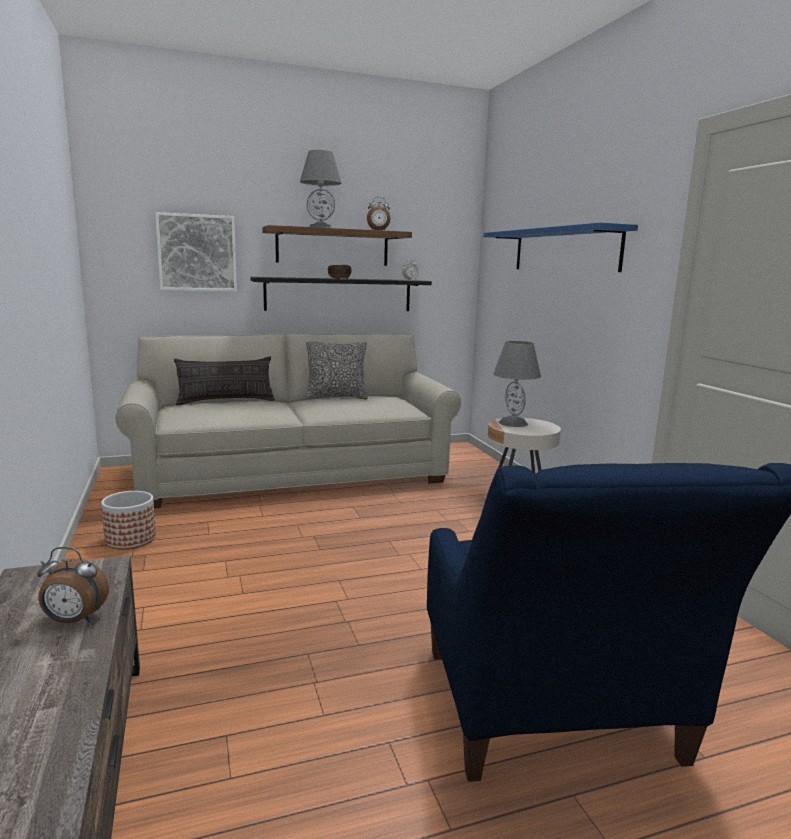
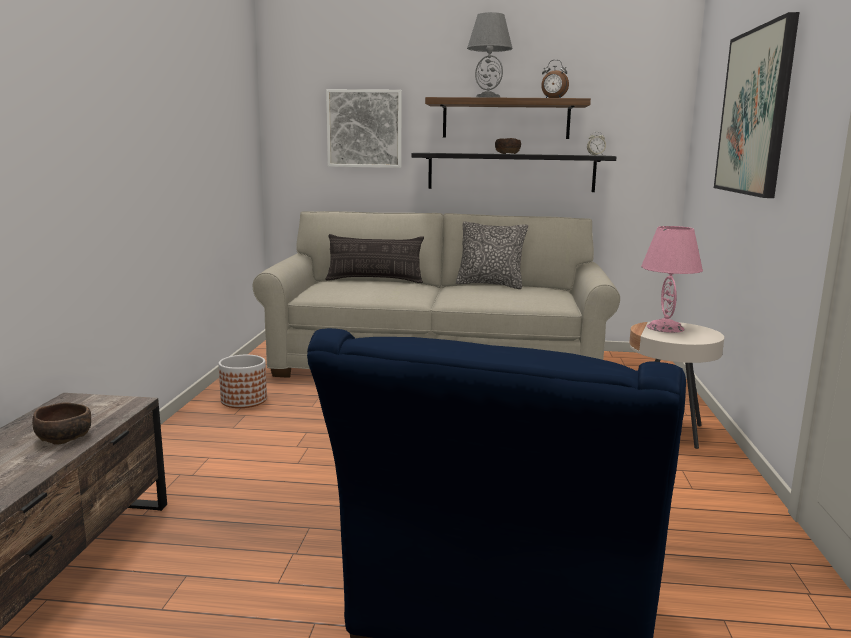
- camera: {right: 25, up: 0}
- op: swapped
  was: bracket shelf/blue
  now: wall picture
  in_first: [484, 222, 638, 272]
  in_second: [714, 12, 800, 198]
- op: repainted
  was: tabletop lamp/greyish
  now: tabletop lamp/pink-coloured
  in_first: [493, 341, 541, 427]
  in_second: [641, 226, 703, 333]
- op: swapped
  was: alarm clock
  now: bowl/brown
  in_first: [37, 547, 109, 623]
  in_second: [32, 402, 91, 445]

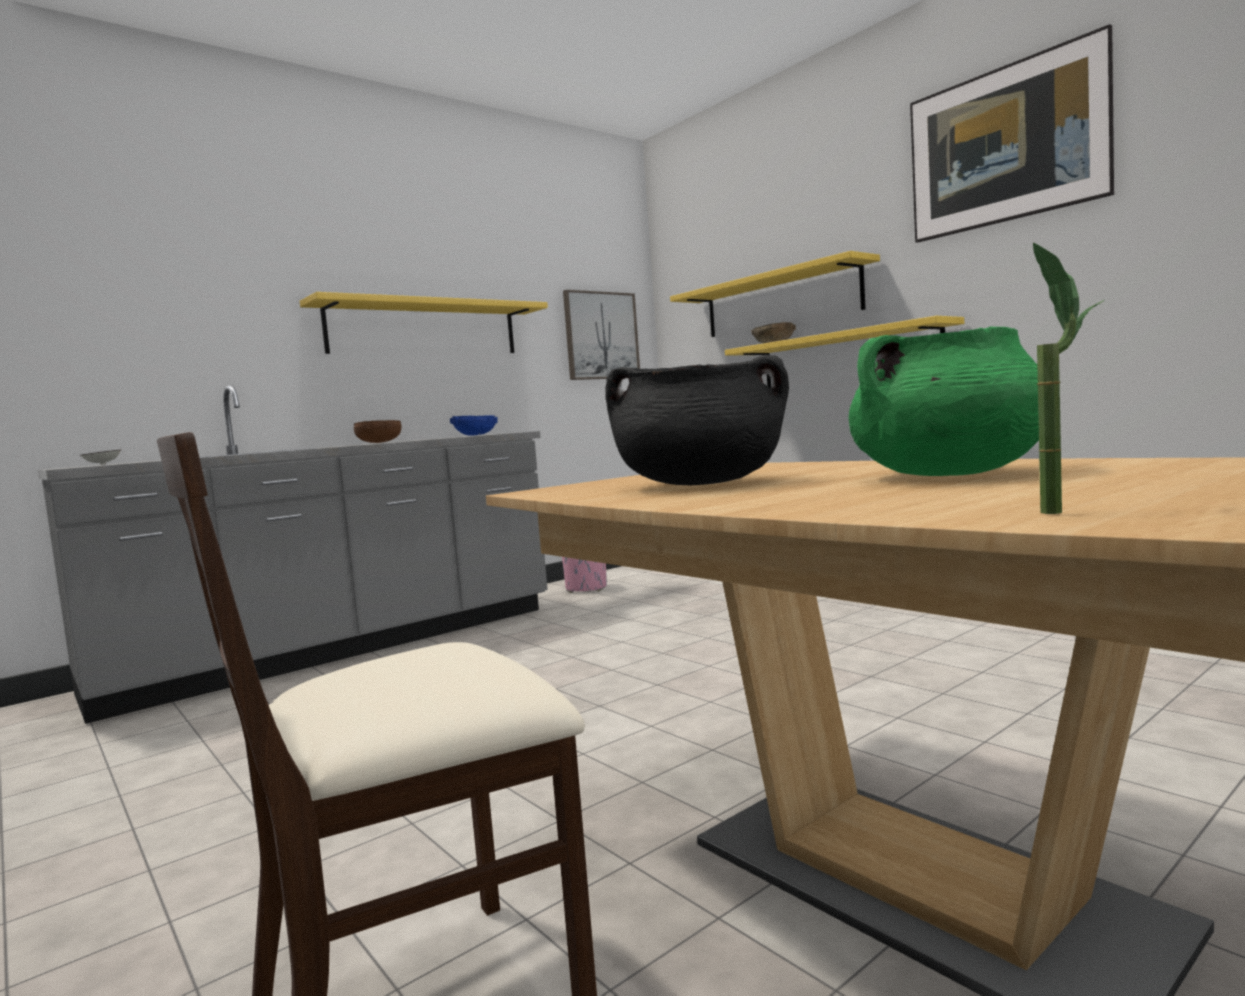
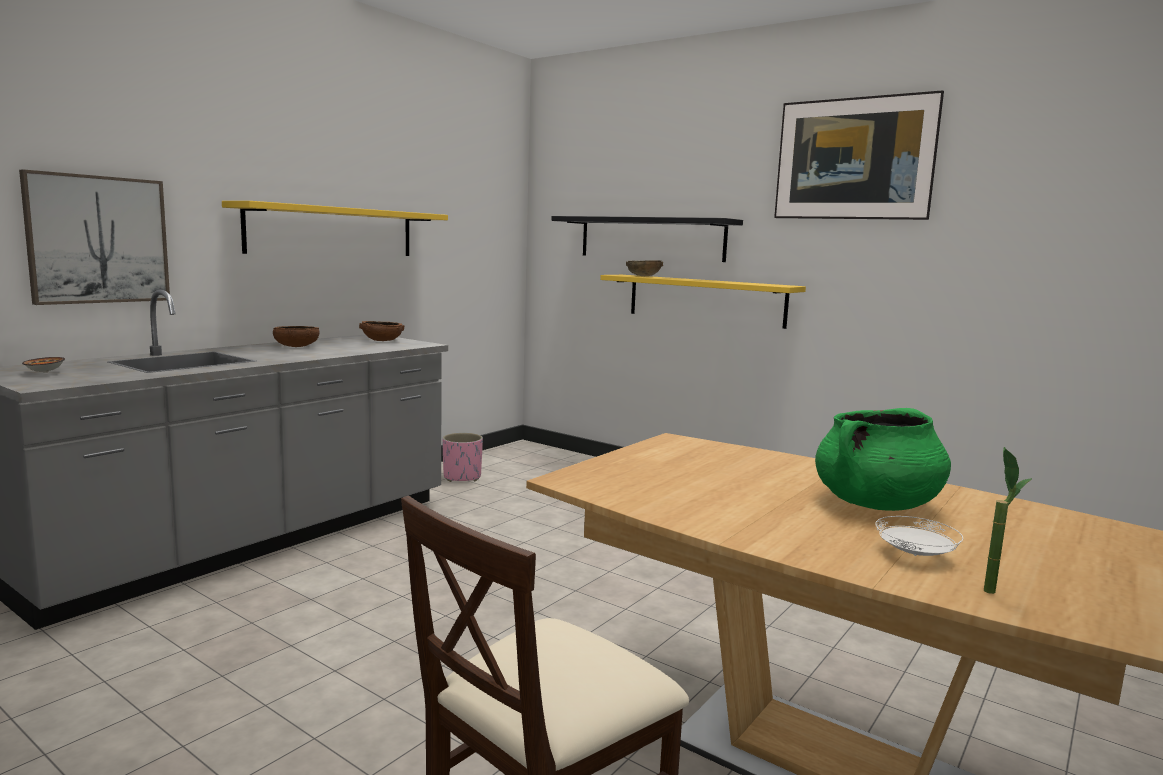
- camera: {right: -15, up: 5}
- op: repainted
  was: bracket shelf/yellowish
  now: bracket shelf/blackish
  in_first: [670, 251, 880, 337]
  in_second: [551, 216, 743, 262]
- op: shifted
  was: wall picture
  in_first: [563, 290, 640, 380]
  in_second: [19, 169, 170, 305]
- op: gone
  was: saucepot/blackish
  in_first: [605, 355, 789, 485]
- op: repainted
  was: bowl/blue
  now: bowl/brown
  in_first: [450, 415, 498, 435]
  in_second: [359, 321, 405, 341]
- op: new
  now: plate/white-coloured
  in_second: [875, 516, 963, 556]

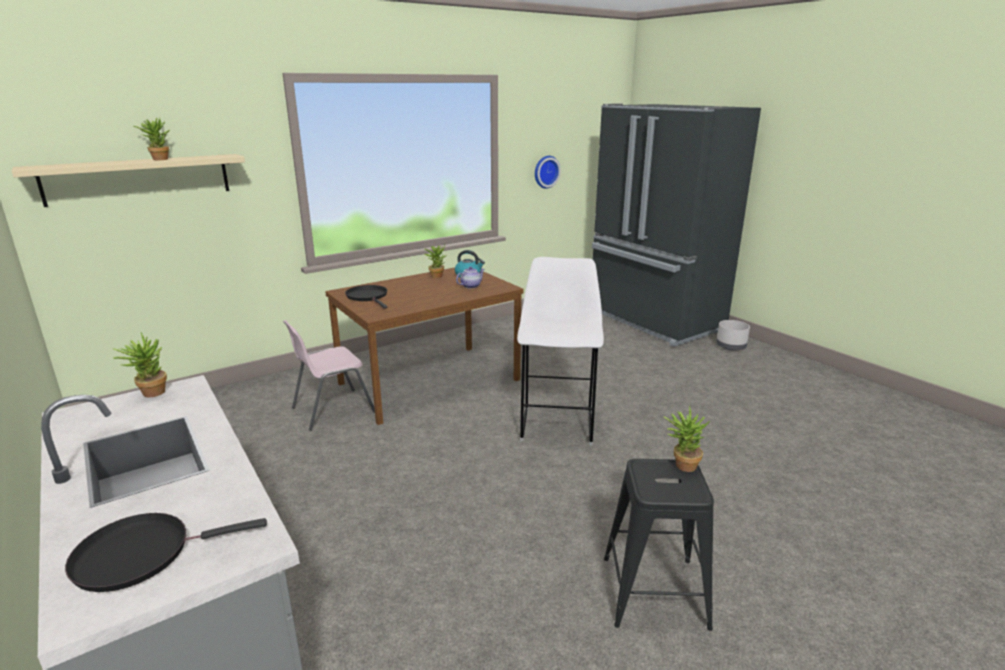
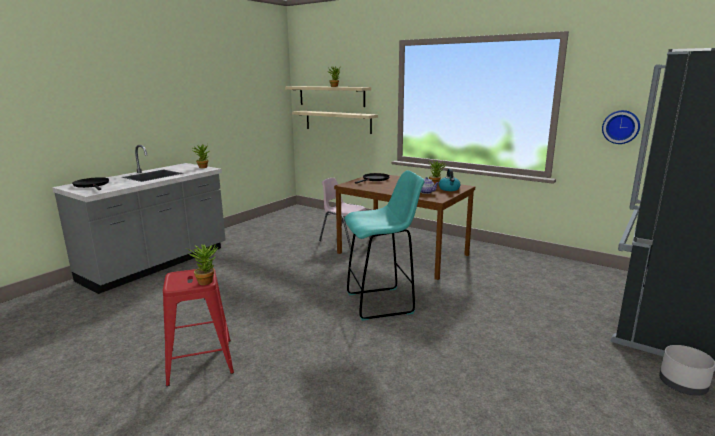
- camera: {right: 70, up: -5}
- op: repainted
  was: stool/white-coloured
  now: stool/blue-green
  in_first: [517, 257, 604, 445]
  in_second: [344, 170, 424, 321]
- op: repainted
  was: stool/blackish
  now: stool/reddish
  in_first: [604, 459, 714, 631]
  in_second: [163, 269, 234, 386]
- op: new
  now: bracket shelf/beige-coloured
  in_second: [292, 111, 378, 134]

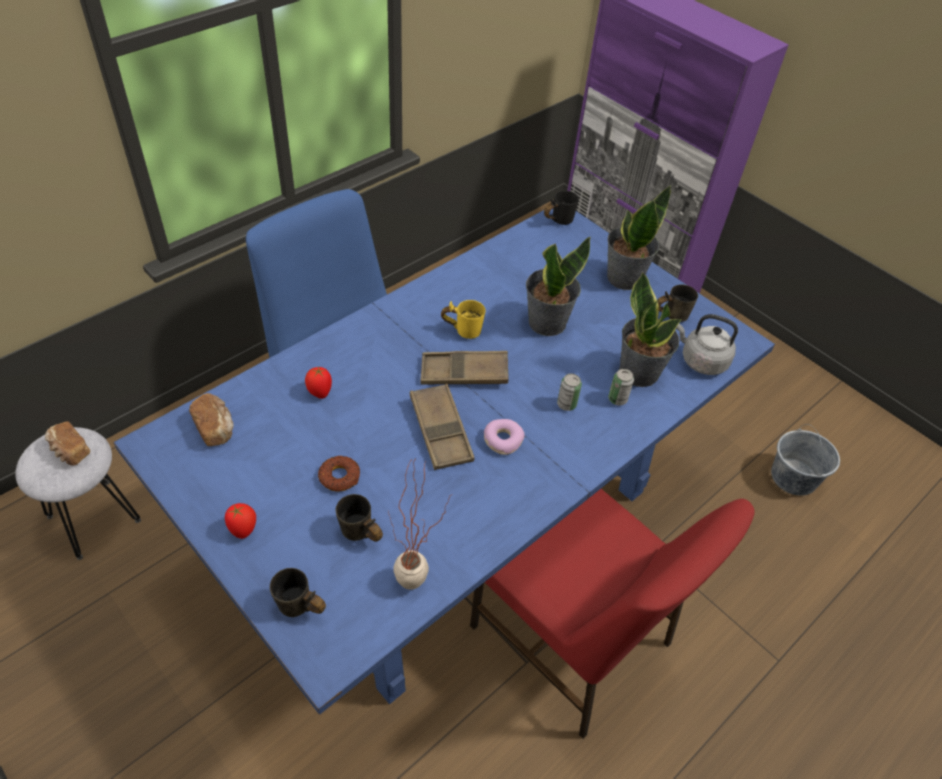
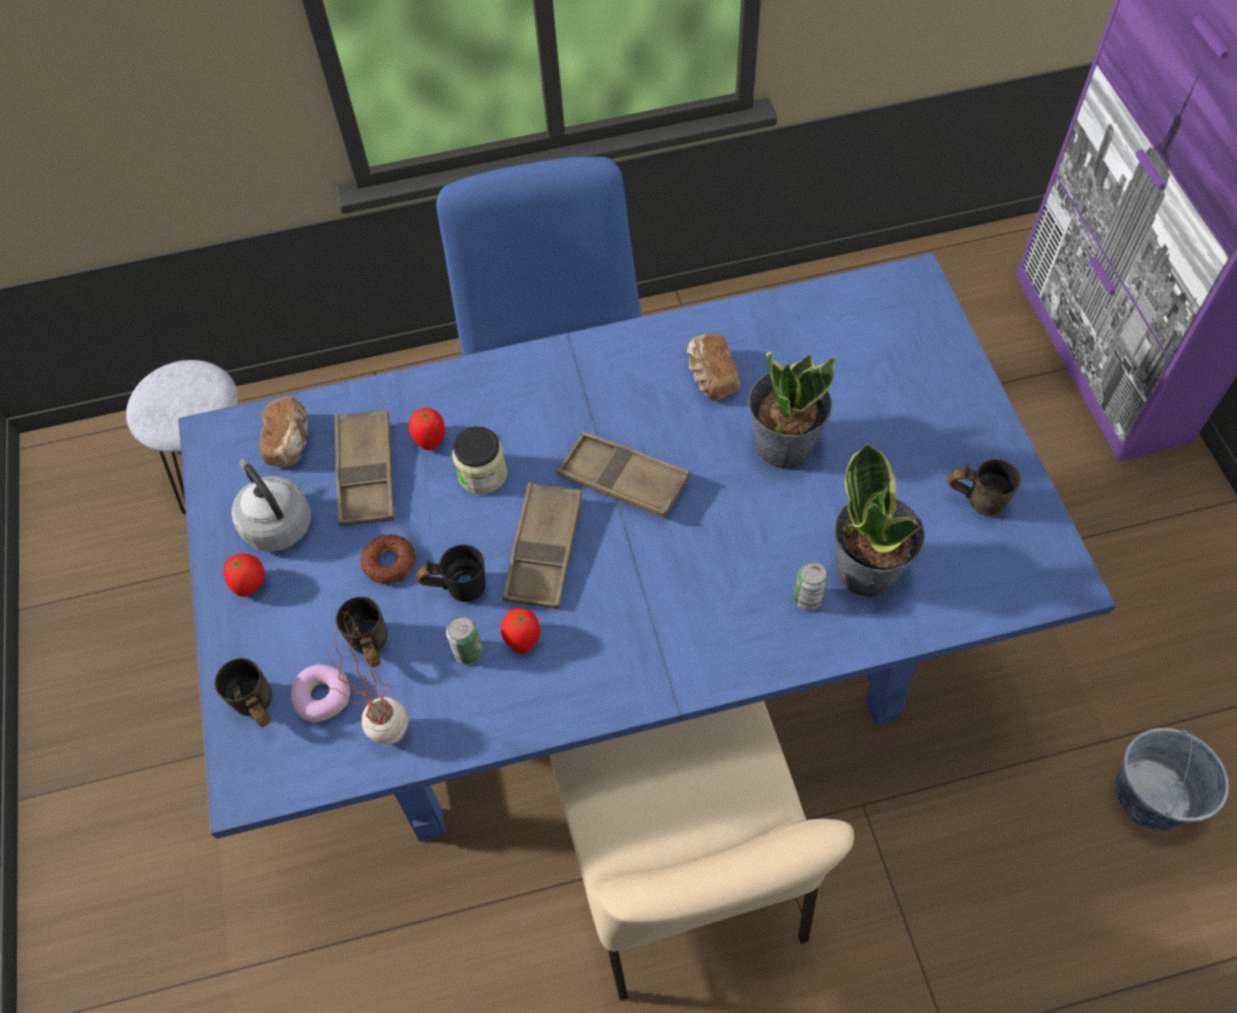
- camera: {right: 35, up: 10}
- op: gone
  was: plant in a pot
  in_first: [607, 185, 671, 290]
- op: shifted
  was: mug/blackish
  in_first: [544, 191, 579, 225]
  in_second: [416, 545, 486, 602]
- op: gone
  was: mug/yellowish
  in_first: [441, 300, 486, 339]
- op: shifted
  was: kettle/greyish
  in_first: [676, 314, 738, 375]
  in_second: [232, 458, 311, 552]
- op: shifted
  was: can
  in_first: [557, 374, 582, 411]
  in_second: [446, 616, 483, 664]
- op: shifted
  was: ring doughnut
  in_first: [484, 419, 525, 455]
  in_second: [291, 664, 350, 722]
- op: shifted
  was: bakery bread
  in_first: [45, 421, 90, 466]
  in_second: [687, 334, 740, 401]
- op: repainted
  was: upright chair/reddish
  now: upright chair/beige-coloured
  in_first: [470, 489, 755, 739]
  in_second: [550, 701, 854, 1001]
- op: new
  now: serving tray/brown
  in_second: [335, 409, 394, 526]
- op: new
  now: jar
  in_second: [452, 426, 507, 494]
- op: new
  now: fresh tomato
  in_second: [501, 608, 540, 653]

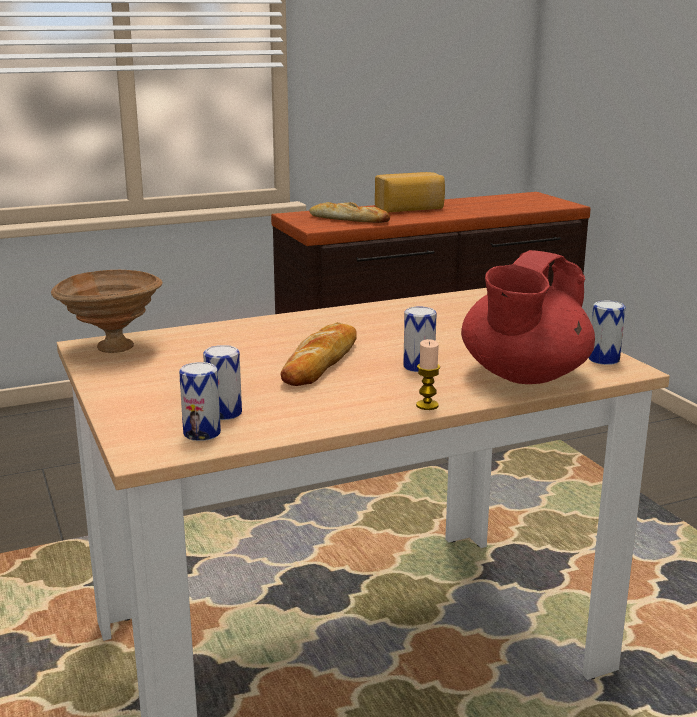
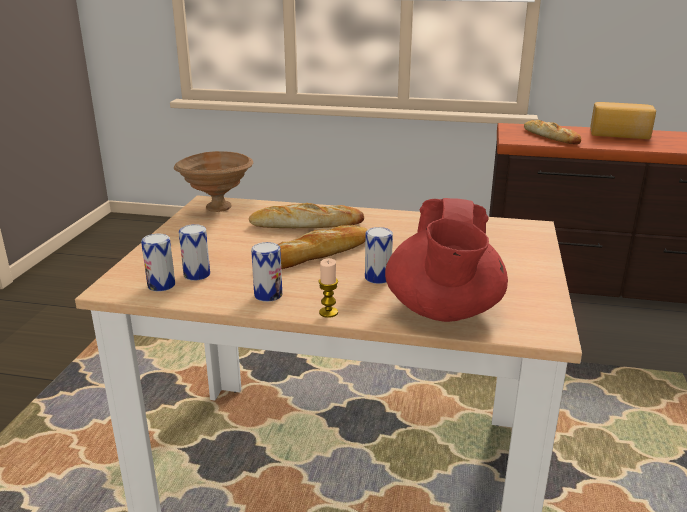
- camera: {right: 35, up: 5}
- op: rotated
  was: teapot/reddish
  in_first: [461, 250, 595, 384]
  in_second: [385, 198, 508, 322]
  clockwise: -60
- op: shifted
  was: can
  in_first: [589, 301, 625, 365]
  in_second: [251, 242, 282, 302]
- op: new
  now: bakery bread
  in_second: [249, 203, 364, 228]

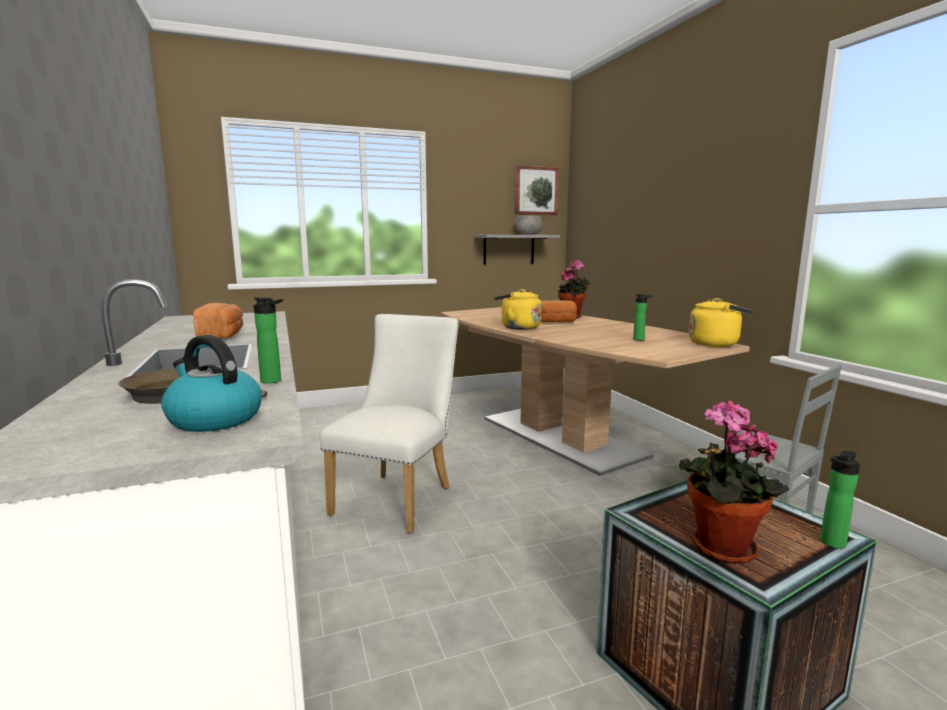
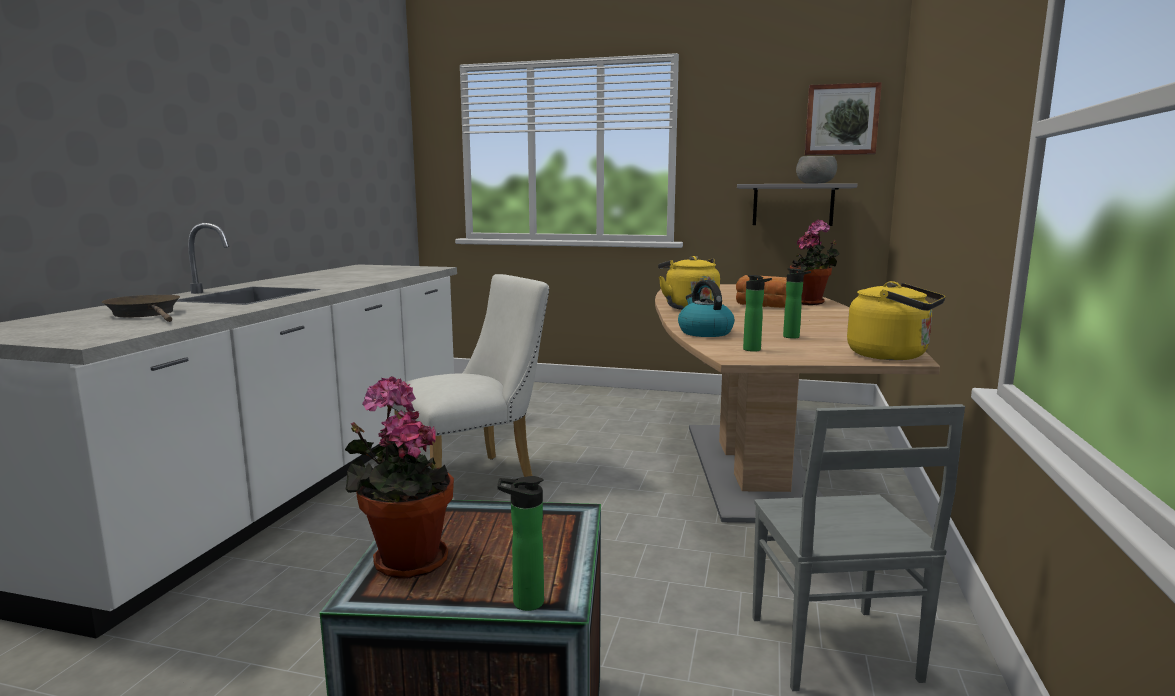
- camera: {right: 35, up: 0}
- op: shifted
  was: bottle
  in_first: [254, 297, 283, 384]
  in_second: [743, 275, 772, 352]
- op: gone
  was: bakery bread
  in_first: [193, 303, 243, 339]
- op: shifted
  was: kettle
  in_first: [161, 335, 262, 432]
  in_second: [678, 280, 735, 337]

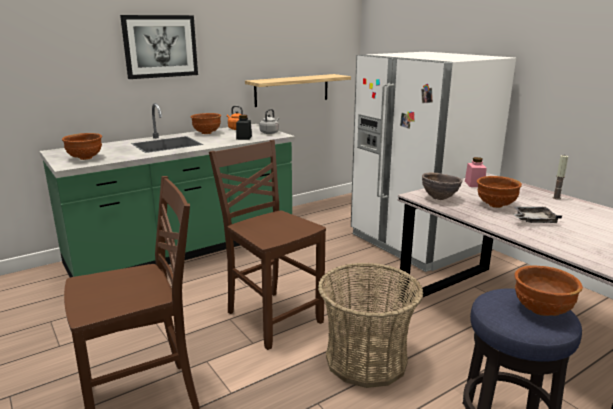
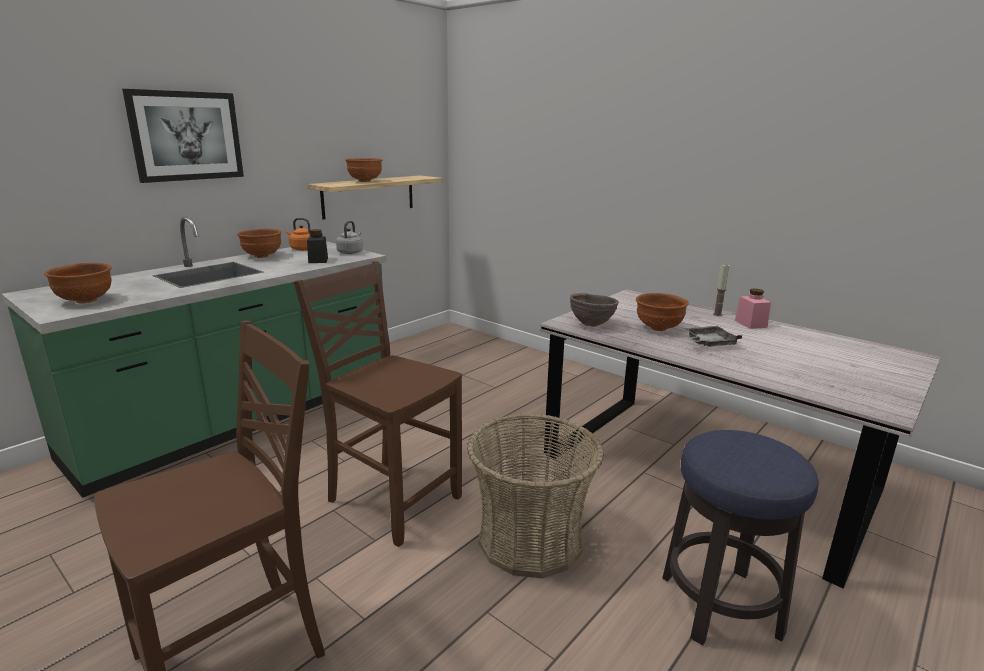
- camera: {right: -15, up: 0}
- op: gone
  was: kitchen fridge/white-coloured
  in_first: [351, 52, 516, 272]
- op: shifted
  was: jar/pink-coloured
  in_first: [465, 157, 487, 187]
  in_second: [735, 289, 771, 329]
- op: shifted
  was: bowl/brown
  in_first: [514, 265, 583, 316]
  in_second: [345, 158, 382, 182]

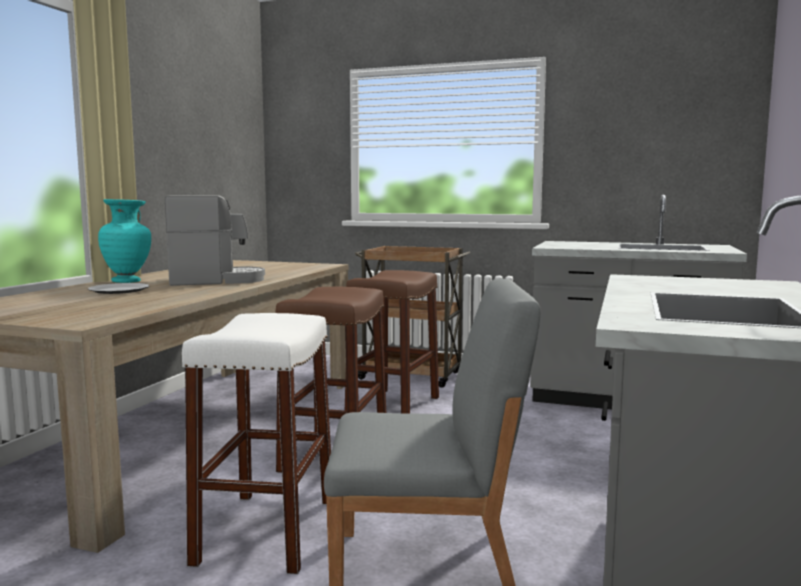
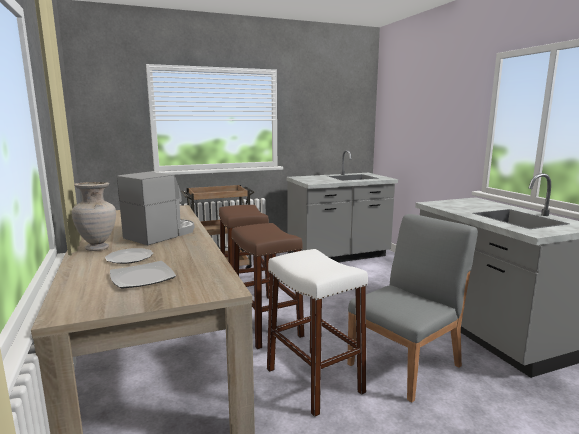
- camera: {right: -40, up: 5}
- op: repainted
  was: decorative vase/blue-green
  now: decorative vase/beige-coloured
  in_first: [98, 199, 151, 283]
  in_second: [72, 182, 116, 251]
- op: new
  now: plate
  in_second: [110, 261, 176, 289]

